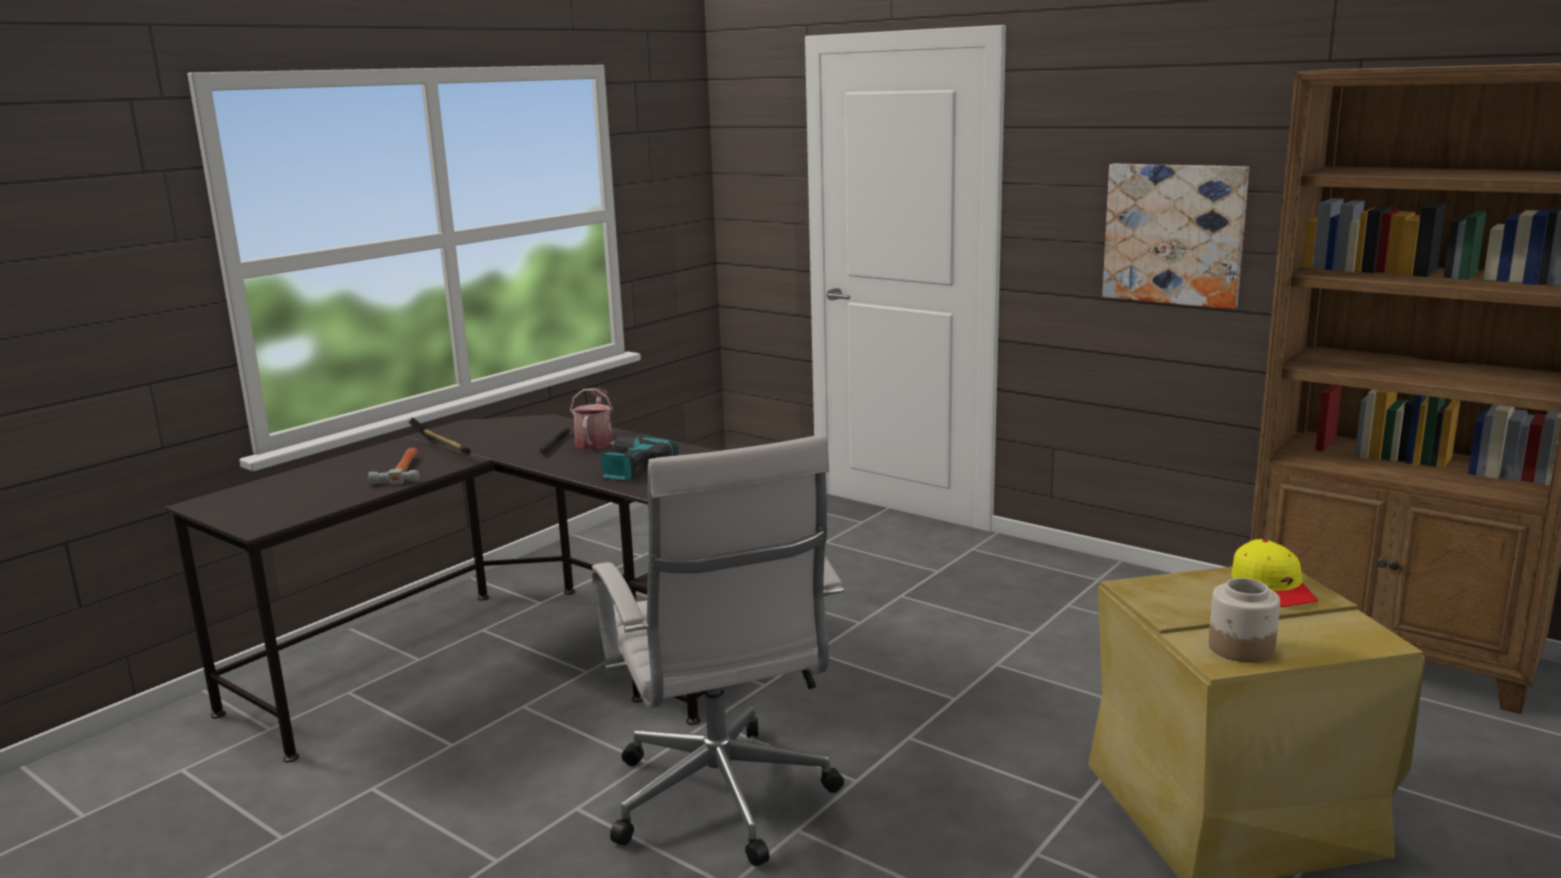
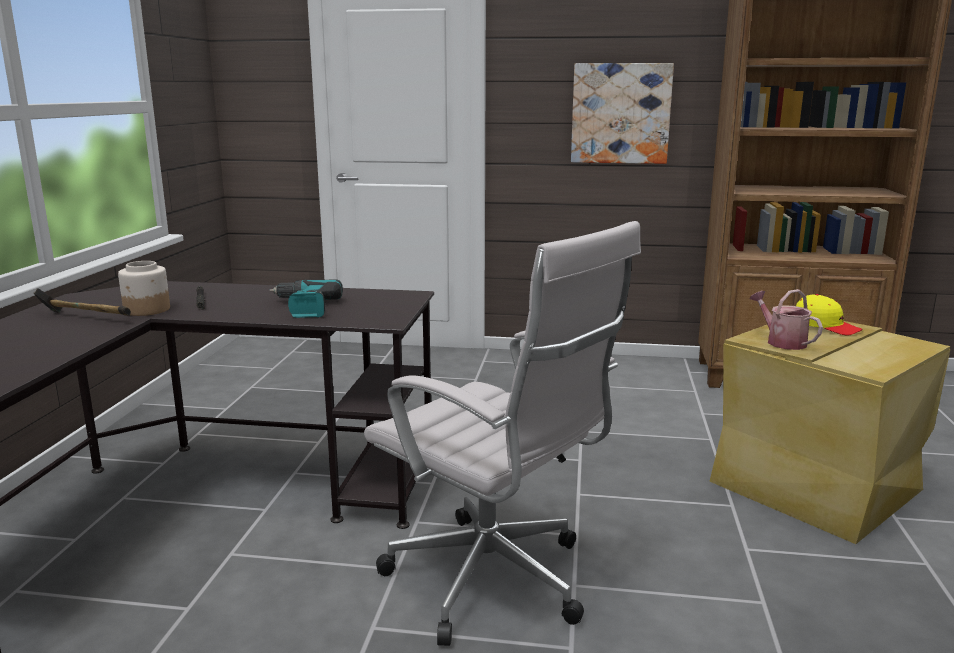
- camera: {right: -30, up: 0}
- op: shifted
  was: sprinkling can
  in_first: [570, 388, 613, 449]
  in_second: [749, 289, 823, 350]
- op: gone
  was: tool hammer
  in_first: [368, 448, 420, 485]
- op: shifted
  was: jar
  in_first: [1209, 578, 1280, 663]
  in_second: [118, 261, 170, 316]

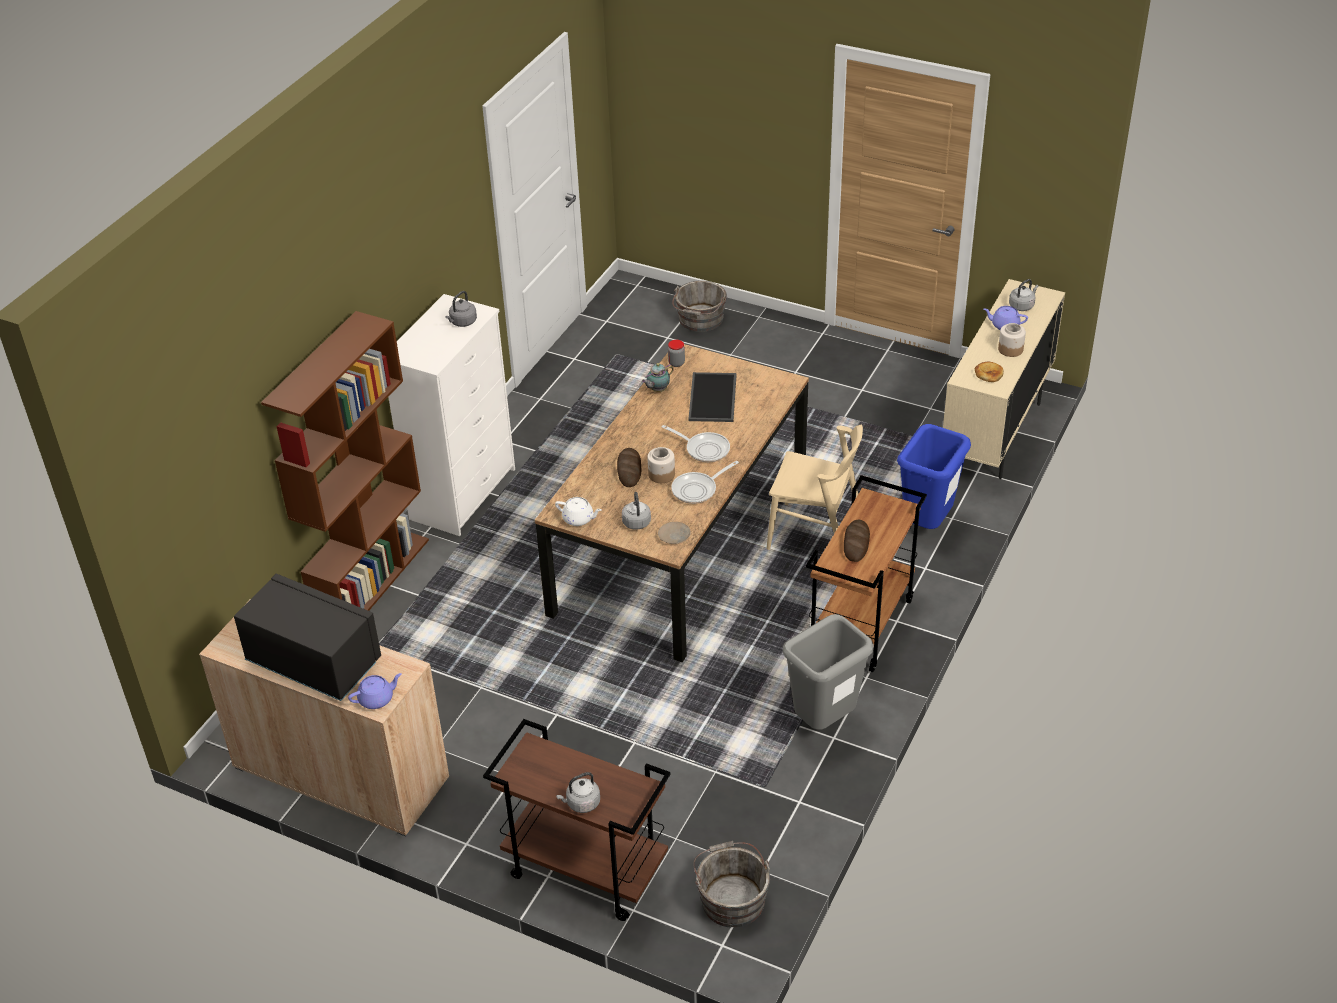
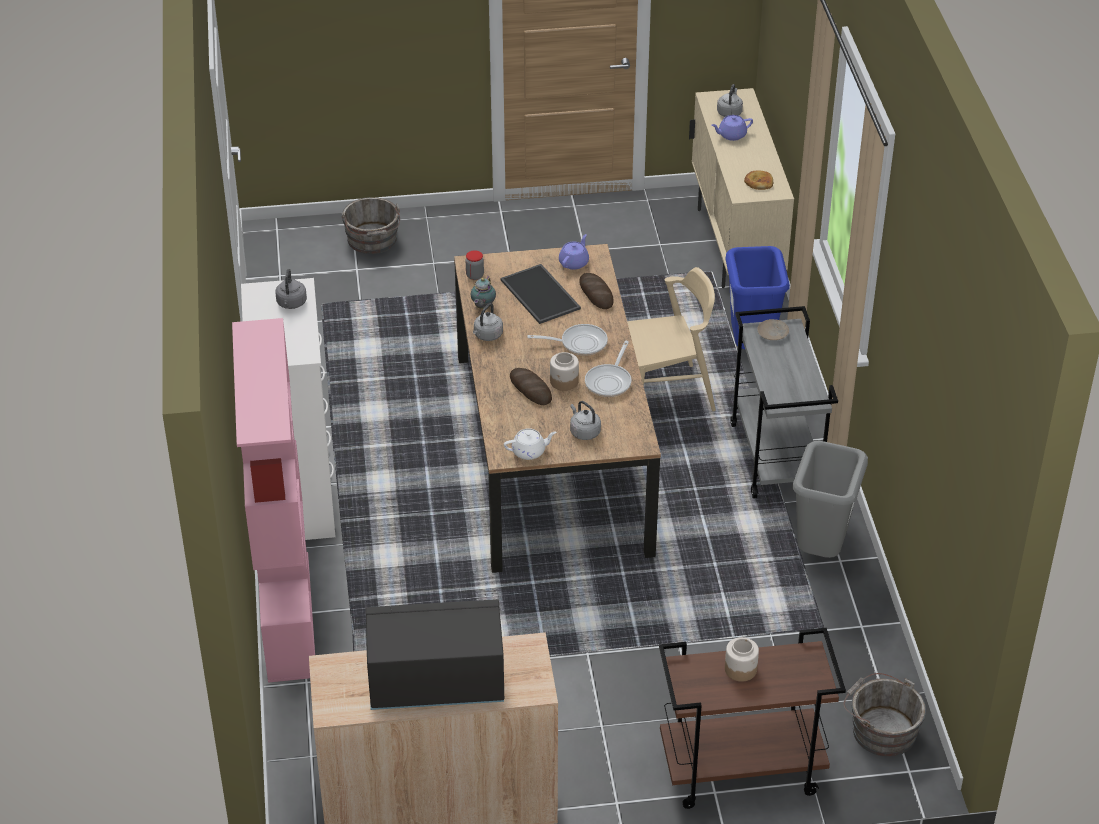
- camera: {right: -35, up: 0}
- op: repainted
  was: bookshelf/brown
  now: bookshelf/pink-coloured
  in_first: [261, 311, 429, 611]
  in_second: [232, 318, 315, 683]
- op: shifted
  was: jar
  in_first: [998, 323, 1026, 357]
  in_second: [725, 637, 759, 682]
- op: repainted
  was: cart/brown
  now: cart/greyish
  in_first: [806, 475, 927, 672]
  in_second: [730, 306, 838, 499]
- op: shifted
  was: bakery bread
  in_first: [844, 520, 870, 562]
  in_second: [579, 273, 614, 309]
- op: shifted
  was: plate/beige-coloured
  in_first: [658, 522, 691, 544]
  in_second: [757, 319, 789, 340]
- op: shifted
  was: teapot/purple
  in_first: [348, 673, 401, 709]
  in_second: [559, 234, 589, 270]
- op: shifted
  was: kettle/greyish
  in_first: [556, 772, 600, 813]
  in_second: [473, 303, 503, 341]

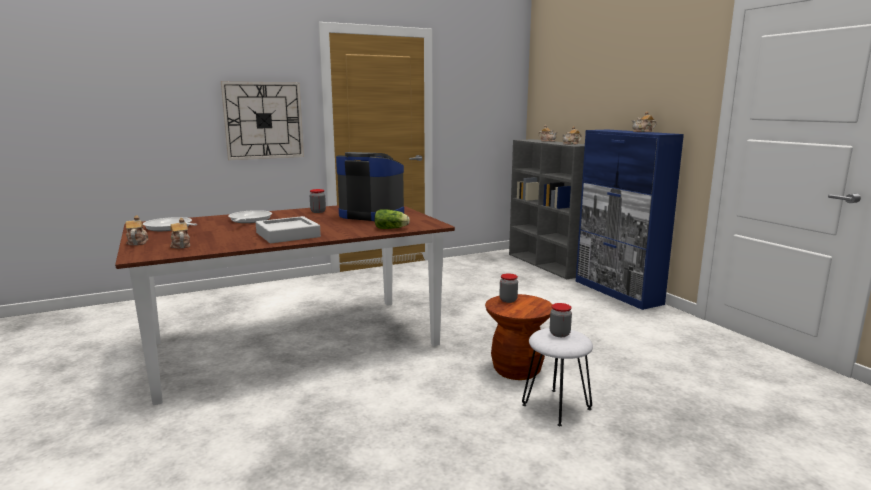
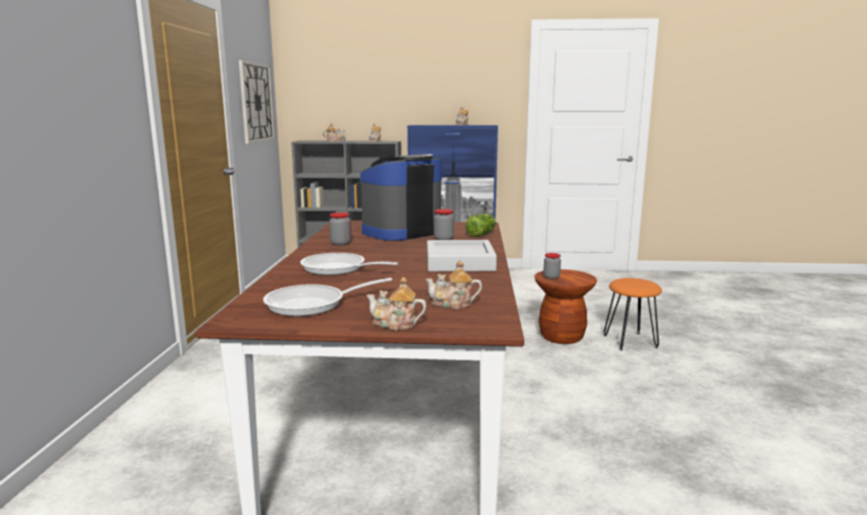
- camera: {right: -60, up: 0}
- op: shifted
  was: clock on the wall
  in_first: [221, 81, 304, 160]
  in_second: [239, 60, 275, 144]
- op: shifted
  was: jar
  in_first: [550, 303, 572, 337]
  in_second: [434, 209, 454, 240]
- op: repainted
  was: stool/white-coloured
  now: stool/orange-coloured
  in_first: [522, 328, 593, 426]
  in_second: [603, 278, 662, 350]

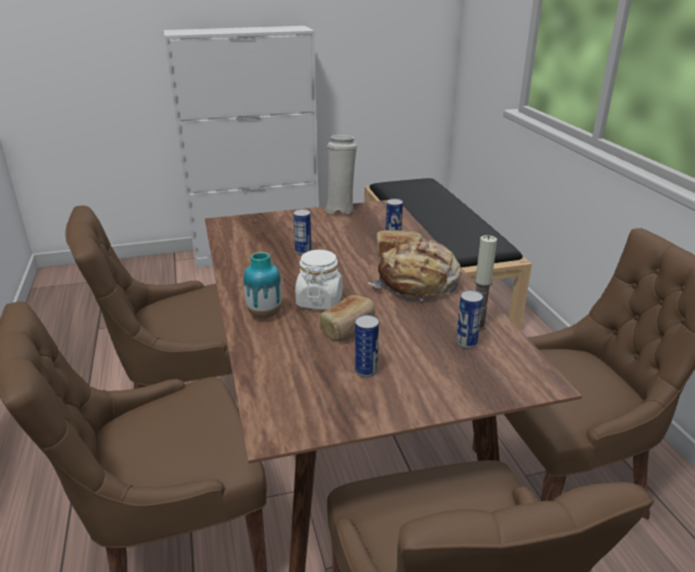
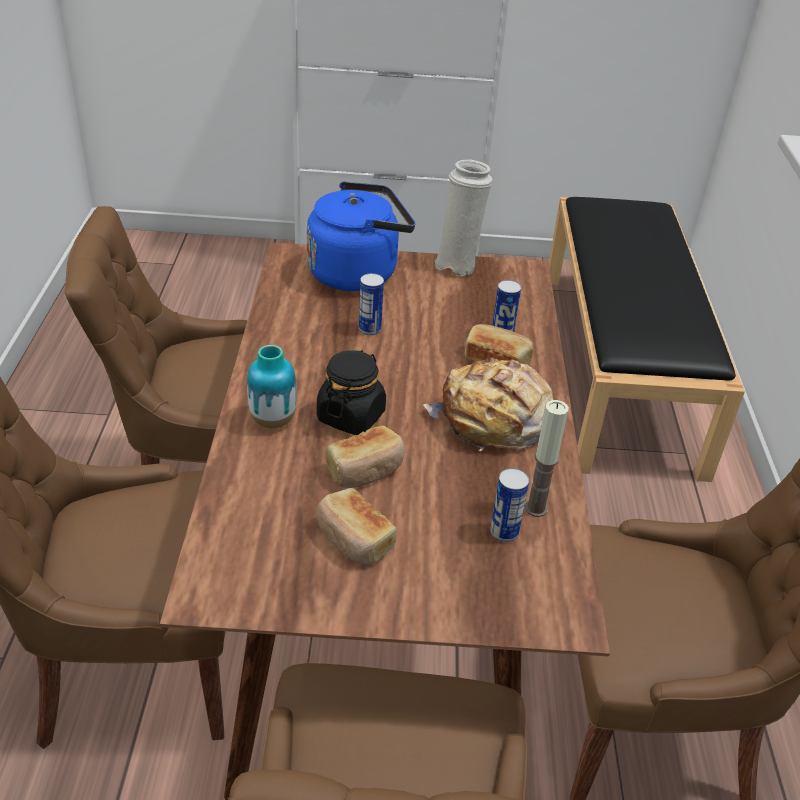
- camera: {right: 15, up: 10}
- op: repainted
  was: jar/white-coloured
  now: jar/blackish
  in_first: [295, 250, 343, 310]
  in_second: [317, 350, 386, 435]
- op: swapped
  was: can
  now: bakery bread
  in_first: [355, 315, 379, 377]
  in_second: [316, 488, 397, 565]
- op: new
  now: kettle/blue
  in_second: [307, 181, 415, 291]

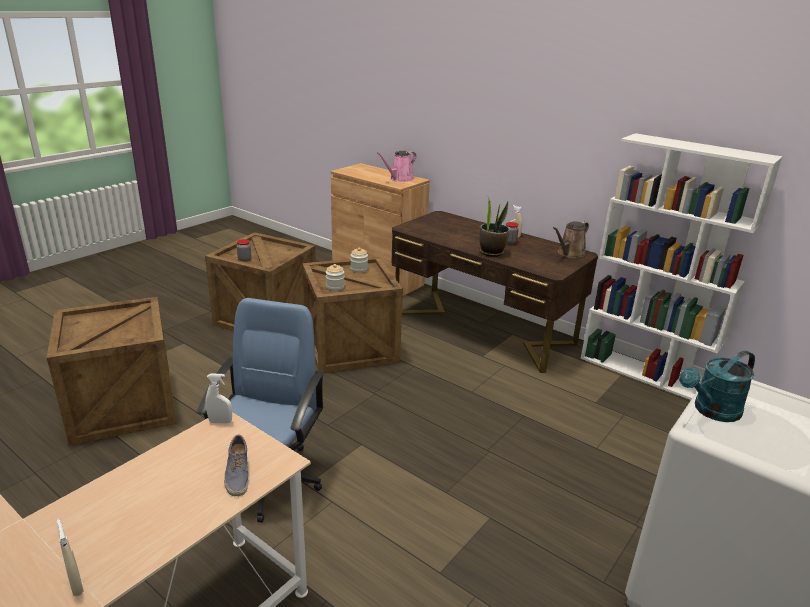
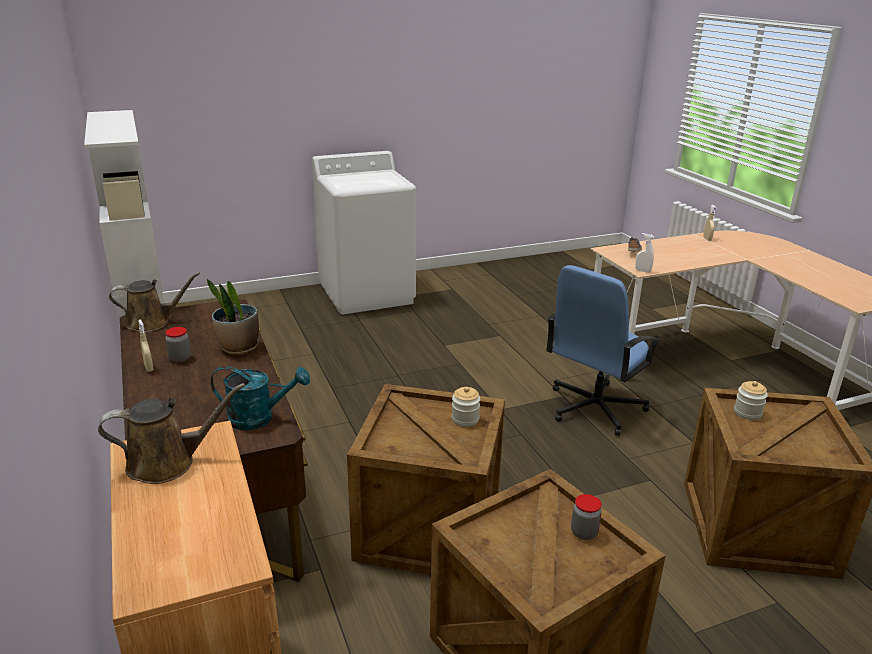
- camera: {right: -150, up: 0}
- op: repainted
  was: sprinkling can/pink-coloured
  now: sprinkling can/brown
  in_first: [377, 151, 416, 182]
  in_second: [98, 383, 245, 484]
- op: shifted
  was: jar
  in_first: [350, 248, 368, 273]
  in_second: [734, 381, 768, 420]
- op: shifted
  was: sprinkling can/blue-green
  in_first: [679, 351, 755, 422]
  in_second: [211, 366, 310, 430]

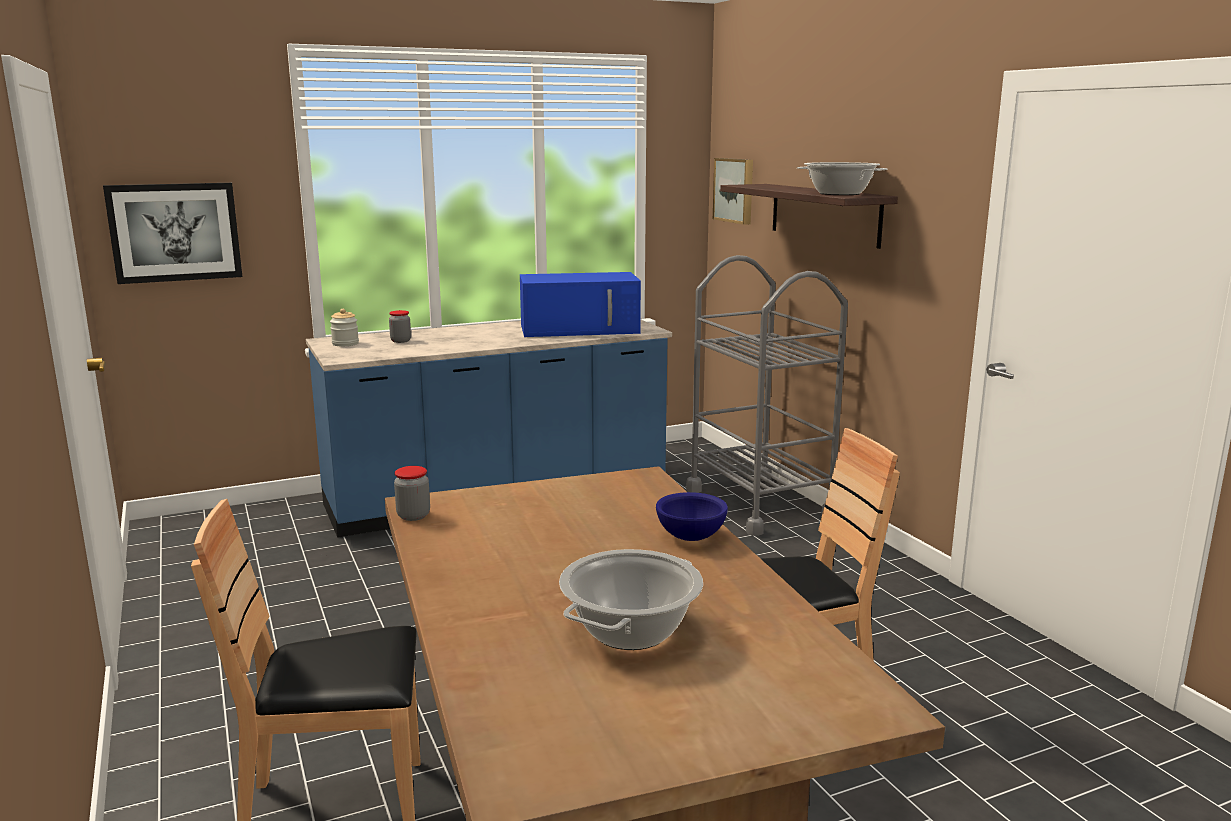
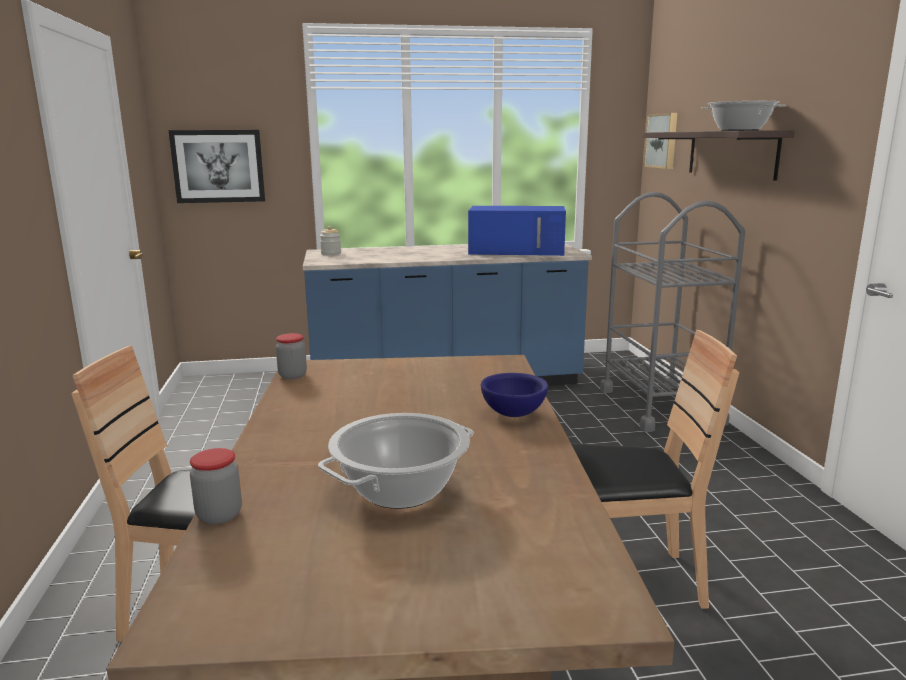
- camera: {right: 15, up: 0}
- op: shifted
  was: jar
  in_first: [389, 310, 411, 343]
  in_second: [190, 448, 242, 525]

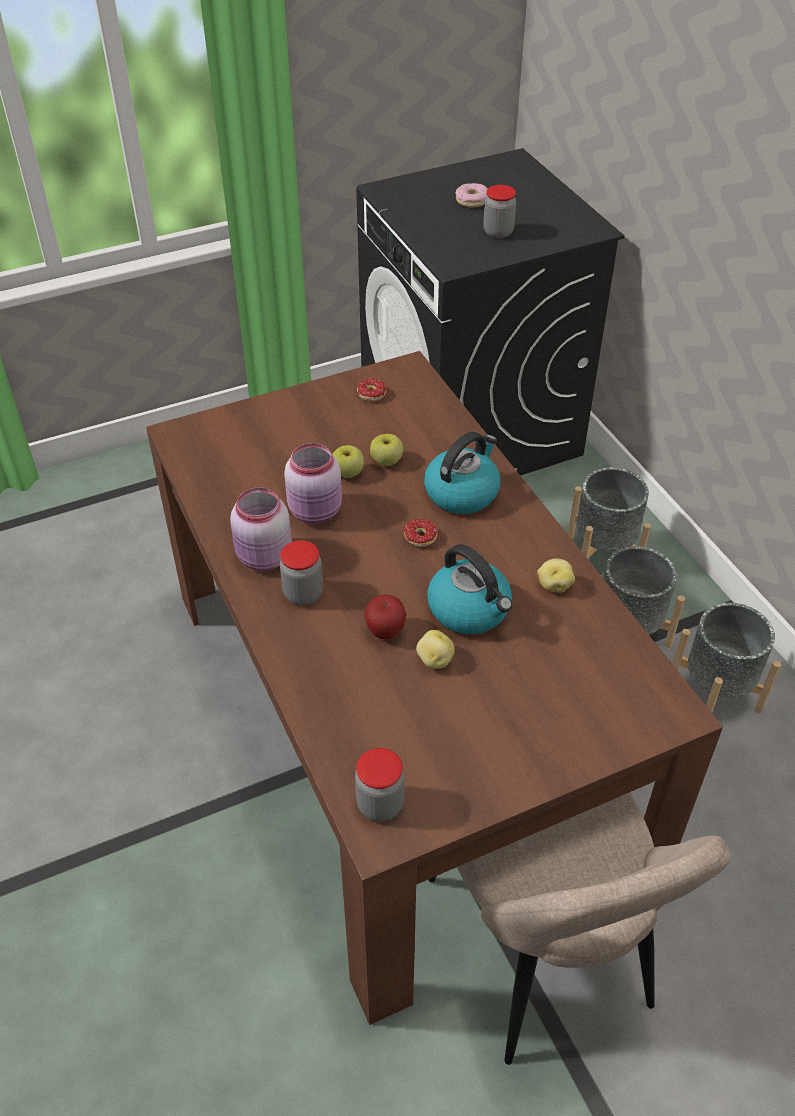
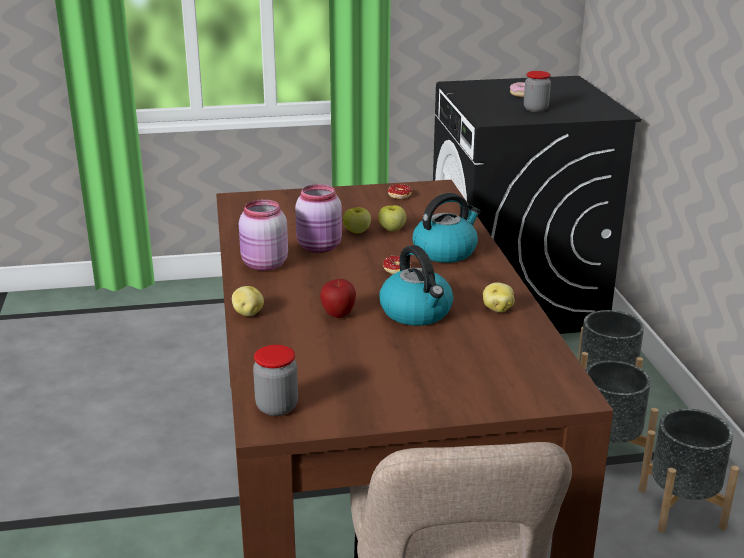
- camera: {right: 15, up: -20}
- op: gone
  was: jar
  in_first: [280, 540, 323, 605]
- op: shifted
  was: spud
  in_first: [416, 630, 455, 669]
  in_second: [232, 286, 264, 316]

